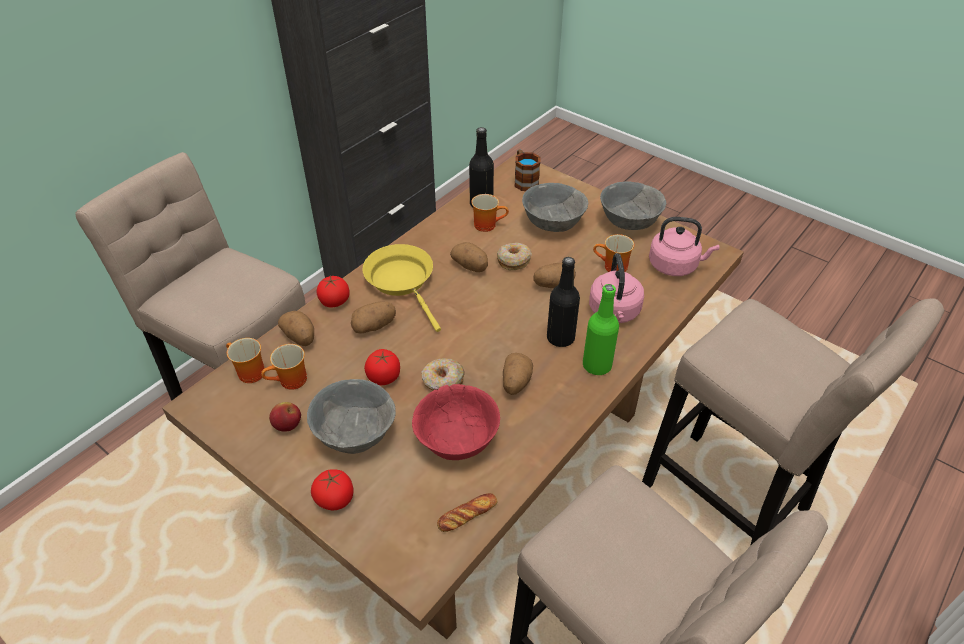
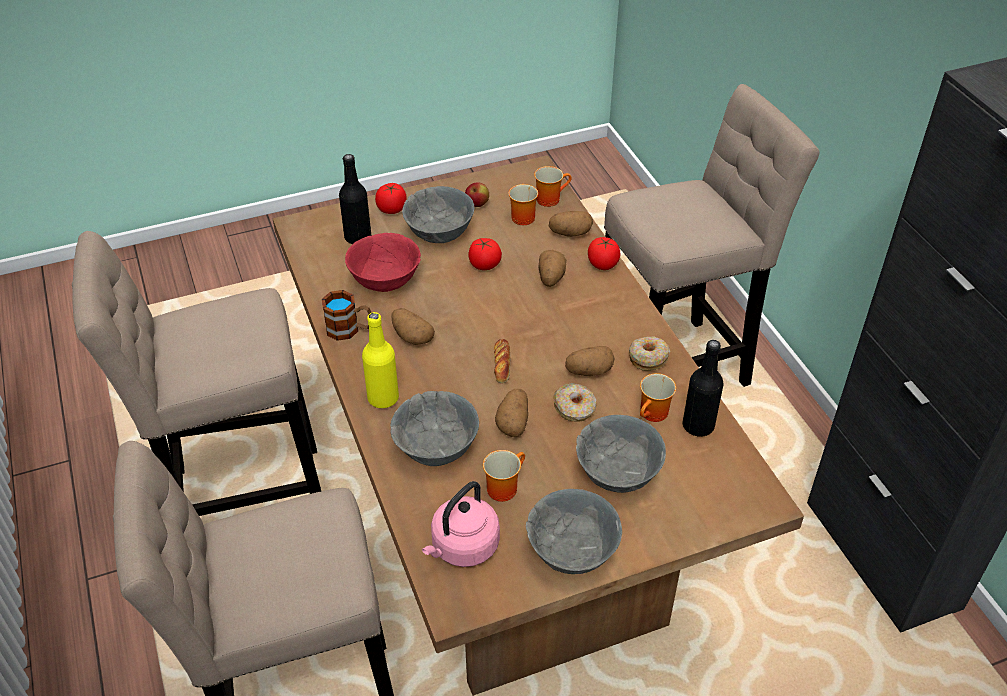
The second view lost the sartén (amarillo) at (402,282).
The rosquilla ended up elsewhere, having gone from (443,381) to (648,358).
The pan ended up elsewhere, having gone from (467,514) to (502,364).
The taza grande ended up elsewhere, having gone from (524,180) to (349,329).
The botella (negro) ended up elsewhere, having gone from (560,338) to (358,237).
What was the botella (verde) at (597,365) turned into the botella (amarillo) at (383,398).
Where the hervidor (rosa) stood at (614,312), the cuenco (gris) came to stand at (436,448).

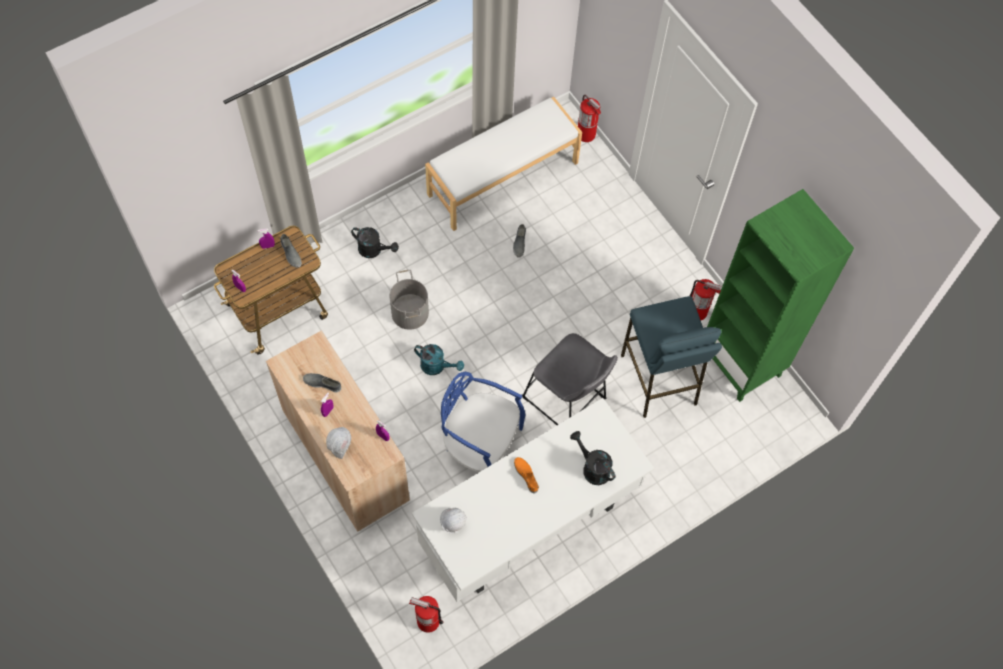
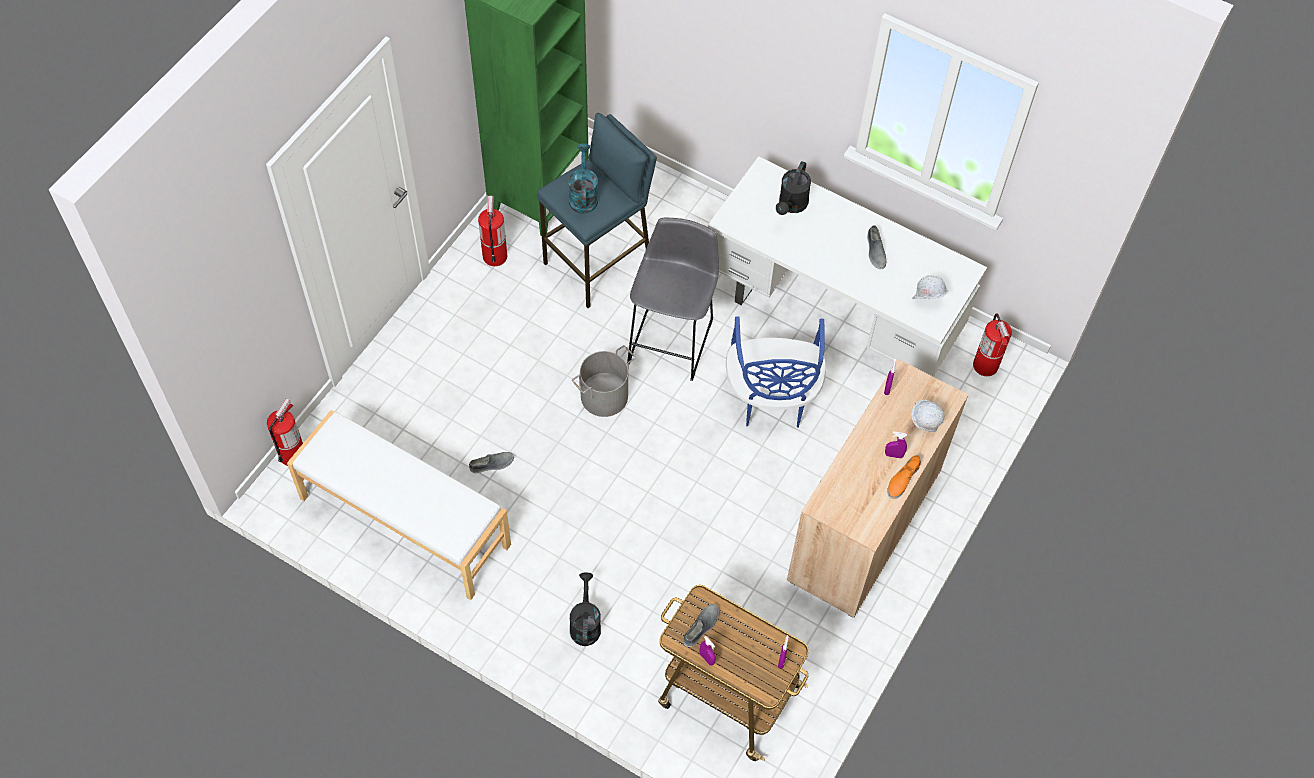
The zapato (gris) ended up elsewhere, having gone from (322,383) to (875,251).
The cubo (gris) ended up elsewhere, having gone from (410,312) to (603,395).
The regadera (turquesa) ended up elsewhere, having gone from (437,366) to (583,195).
The zapato (naranja) ended up elsewhere, having gone from (526,475) to (902,479).

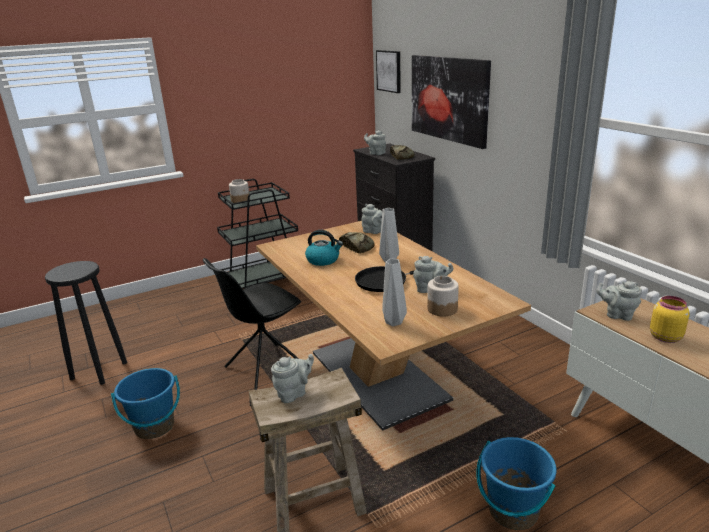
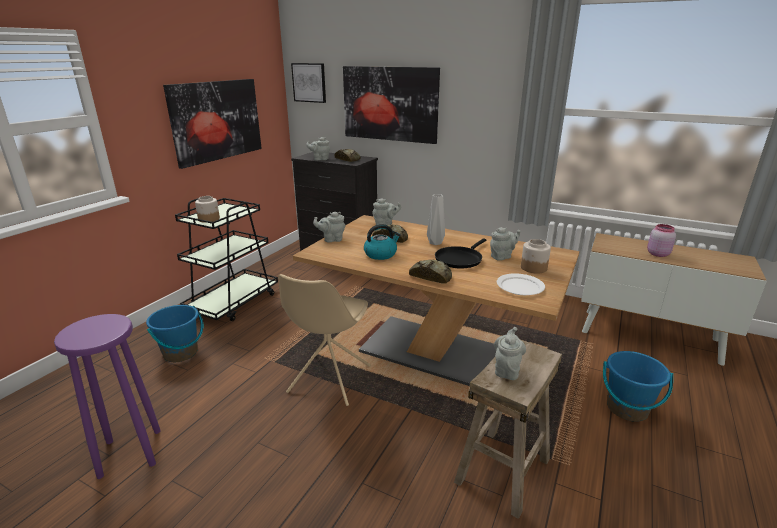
What was the taburete (negro) at (99,370) turned into the taburete (morado) at (130,452).
The cubo (azul) ended up elsewhere, having gone from (154,426) to (181,353).
What was the silla (negro) at (264,369) turned into the silla (beis) at (329,380).
Where the florero (gris) stood at (394,323), the plato (blanco) came to stand at (520,286).
The tetera (gris) ended up elsewhere, having gone from (617,315) to (331,239).
What was the tarro (amarillo) at (664,337) turned into the tarro (rosa) at (657,254).
The second view gained the cuadro at (216,120).
The second view gained the pan at (431,276).

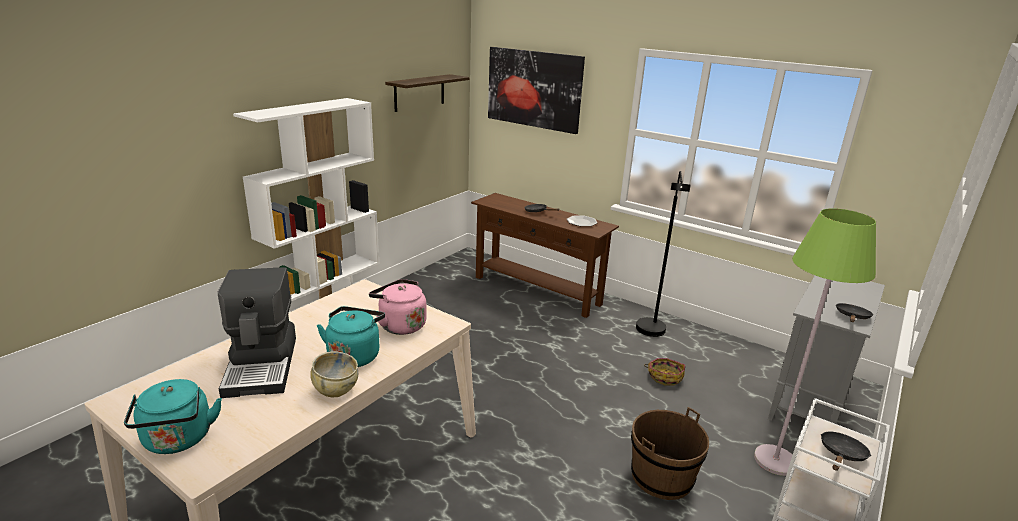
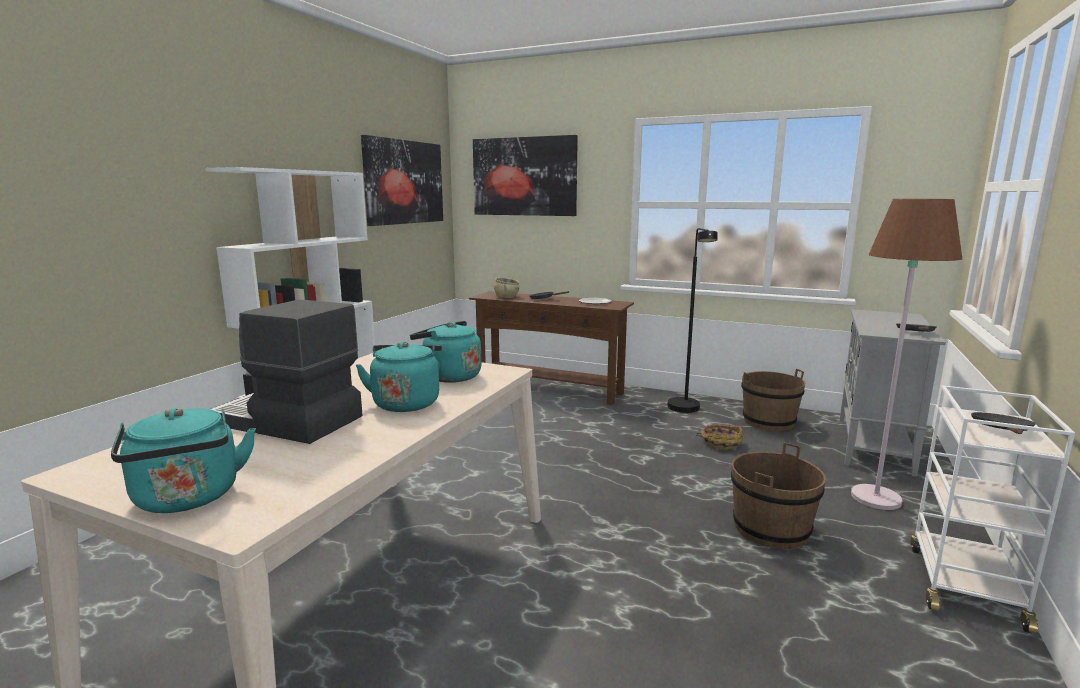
The cafetera at (263,365) ended up facing another way, 135 degrees clockwise from before.
The cuenco (beis) ended up elsewhere, having gone from (335,389) to (506,297).
What was the hervidor (rosa) at (400,325) turned into the hervidor (turquesa) at (448,376).
Where the estante hung at (419,92), the cuadro came to hang at (404,182).
What was the lámpara de pie (verde) at (775,461) turned into the lámpara de pie (marrón) at (876,498).
The second view gained the cubo (marrón) at (768,422).

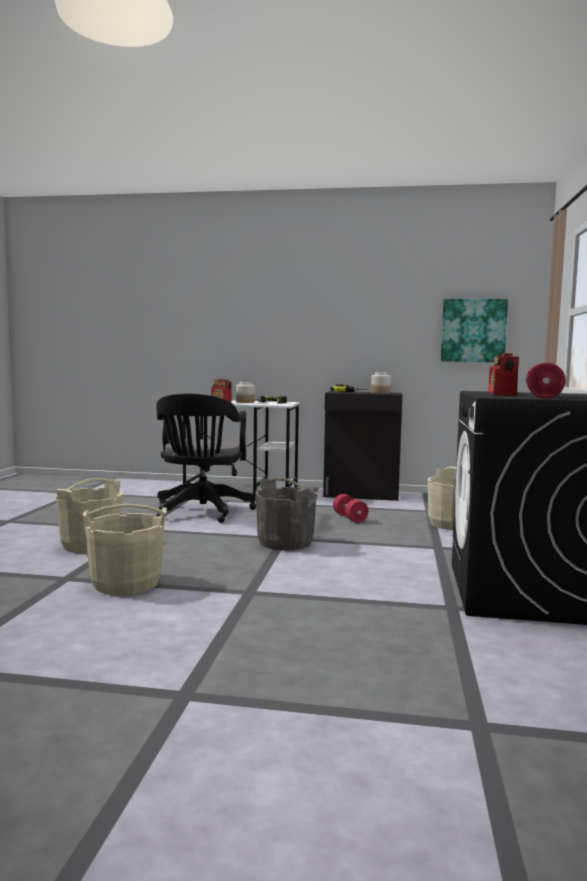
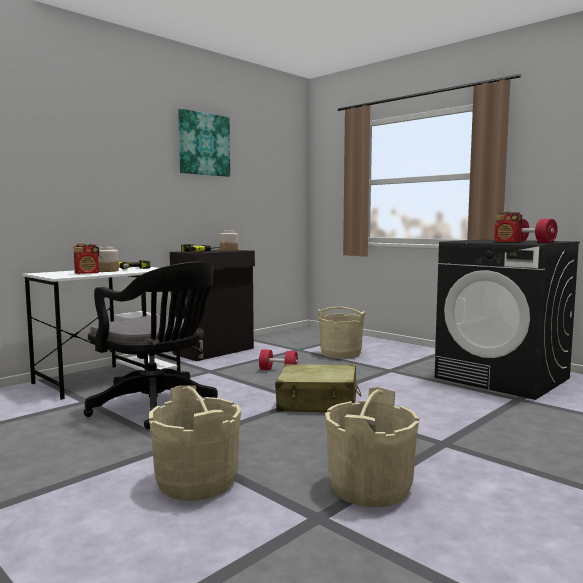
Where the cubo (gris) stood at (285,542), the maleta (beis) came to stand at (318,402).
The cuadro ended up elsewhere, having gone from (473,330) to (204,144).

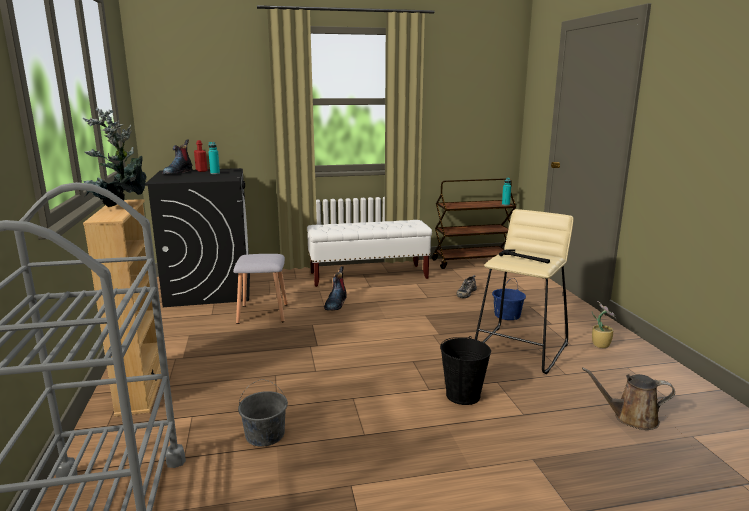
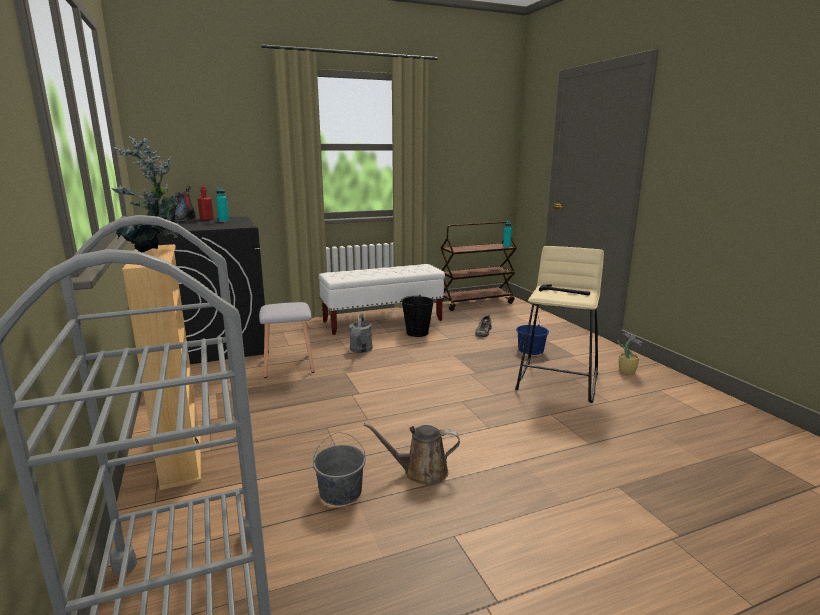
Where the bota stood at (335,303), the regadera (gris) came to stand at (360,350).
The cubo (negro) ended up elsewhere, having gone from (463,395) to (417,333).
The regadera (marrón) ended up elsewhere, having gone from (631,418) to (421,472).

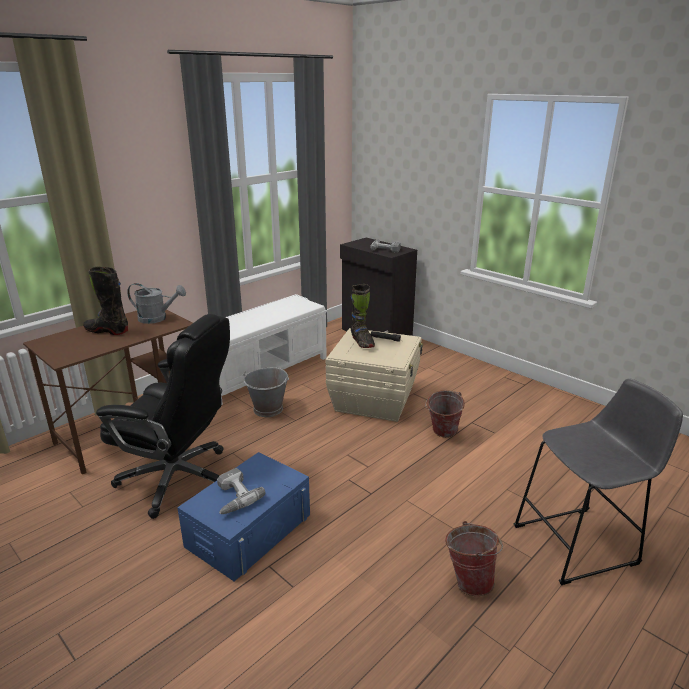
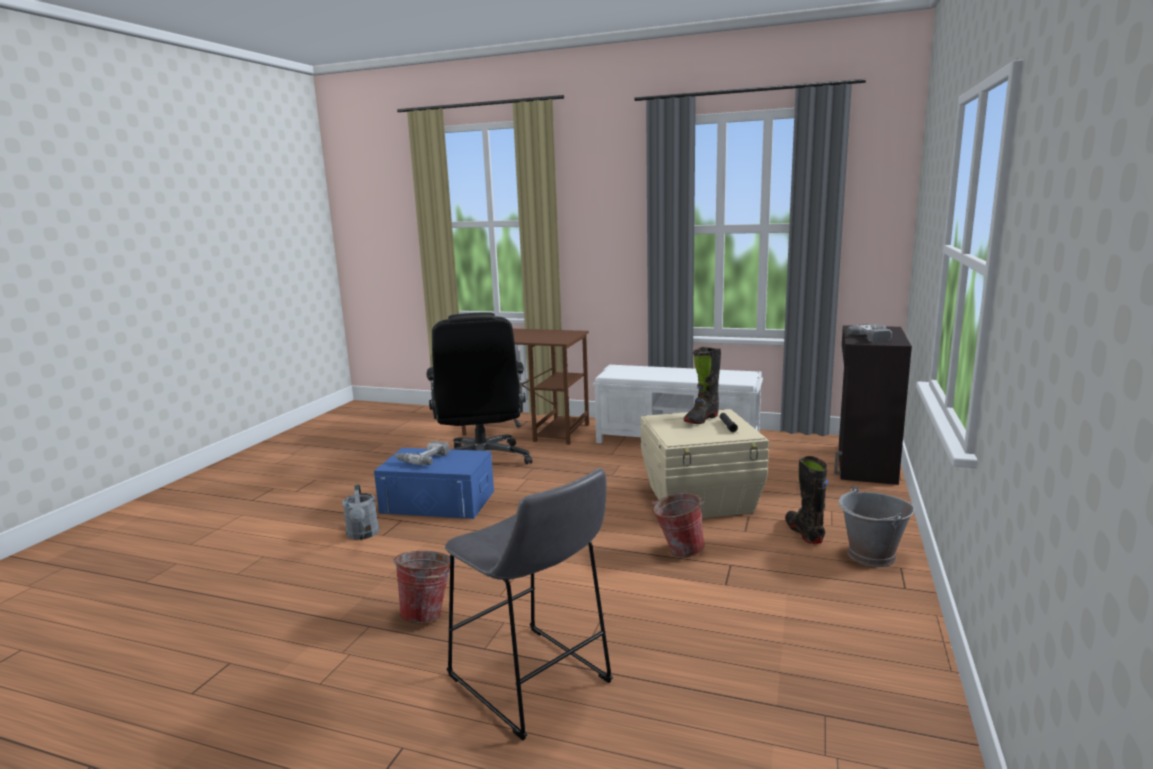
The bota (negro) ended up elsewhere, having gone from (107,331) to (804,532).
The regadera (gris) ended up elsewhere, having gone from (157,318) to (363,535).
The cubo (gris) ended up elsewhere, having gone from (268,409) to (871,556).

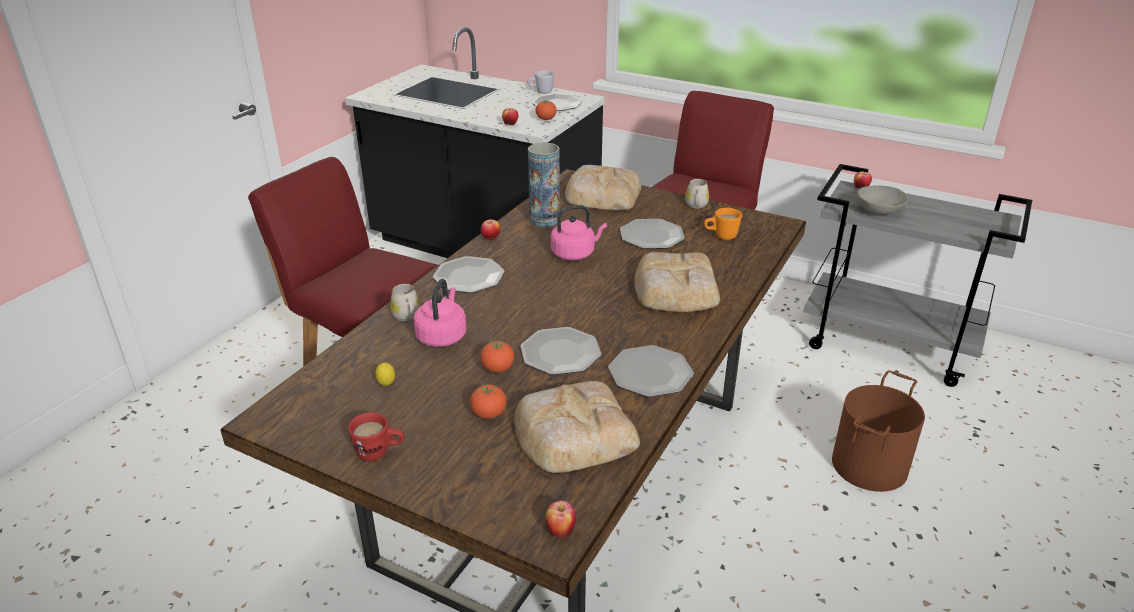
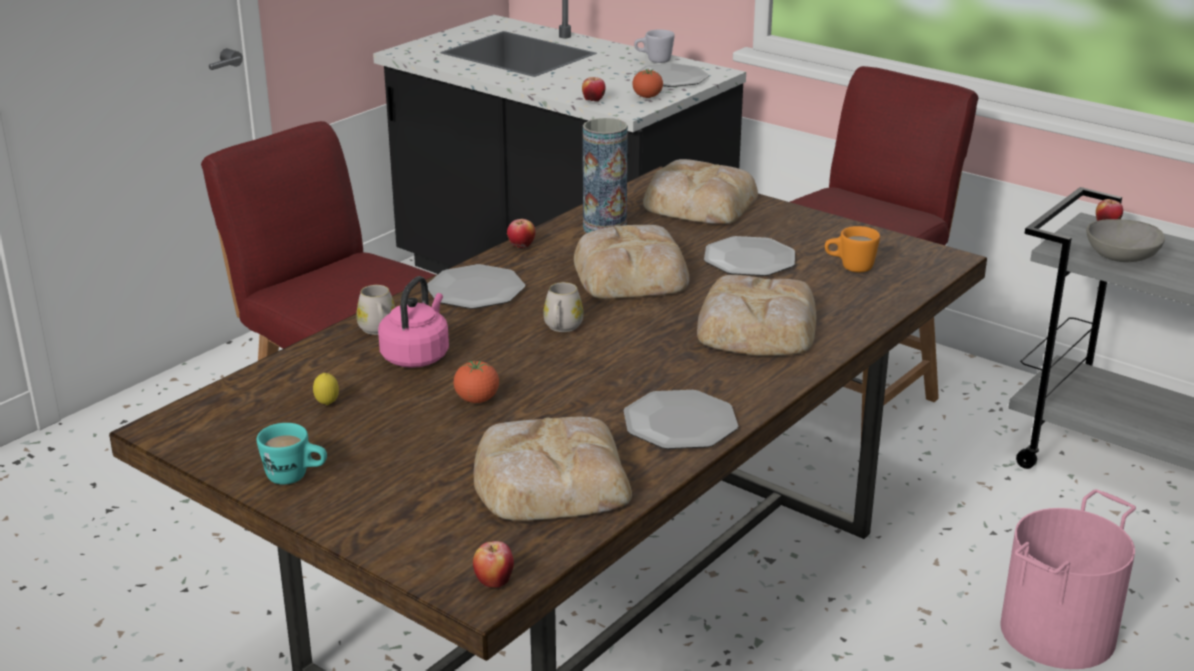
What was the taza grande (rojo) at (380,453) turned into the taza grande (turquesa) at (296,477).
The second view lost the tomate at (489,414).
The second view lost the plato at (560,353).
Where the hervidor (rosa) stood at (575,253), the pan came to stand at (631,273).
The taza grande (blanco) ended up elsewhere, having gone from (696,206) to (562,327).
What was the cubo (marrón) at (870,465) turned into the cubo (rosa) at (1059,633).

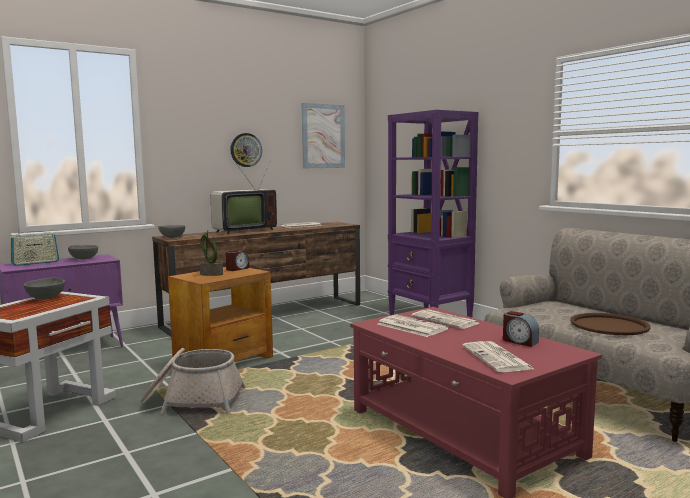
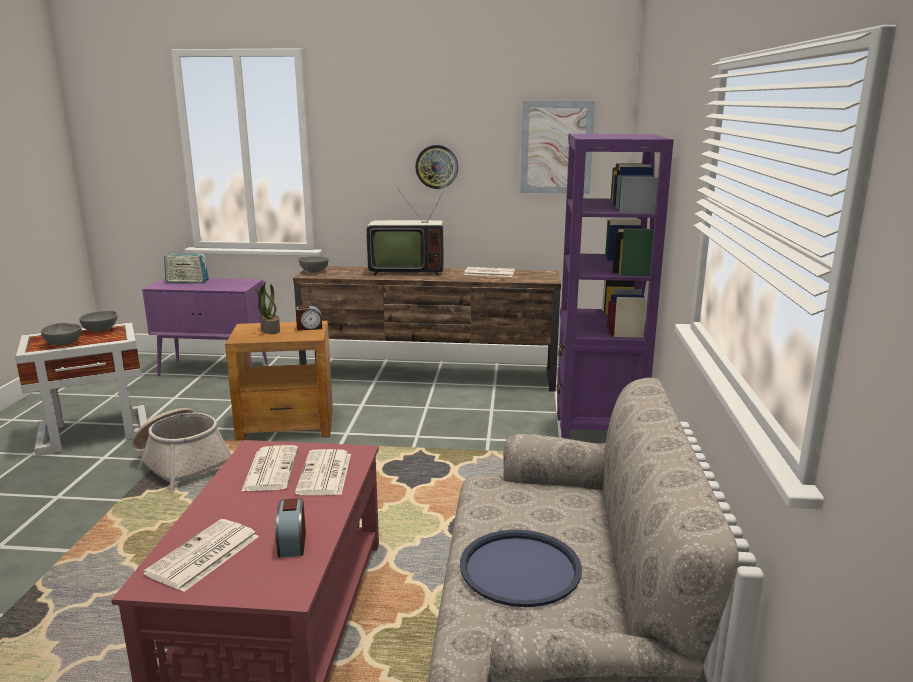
The cuenco (gris) ended up elsewhere, having gone from (83,259) to (64,344).
What was the bandeja (marrón) at (609,325) turned into the bandeja (azul) at (520,568).

